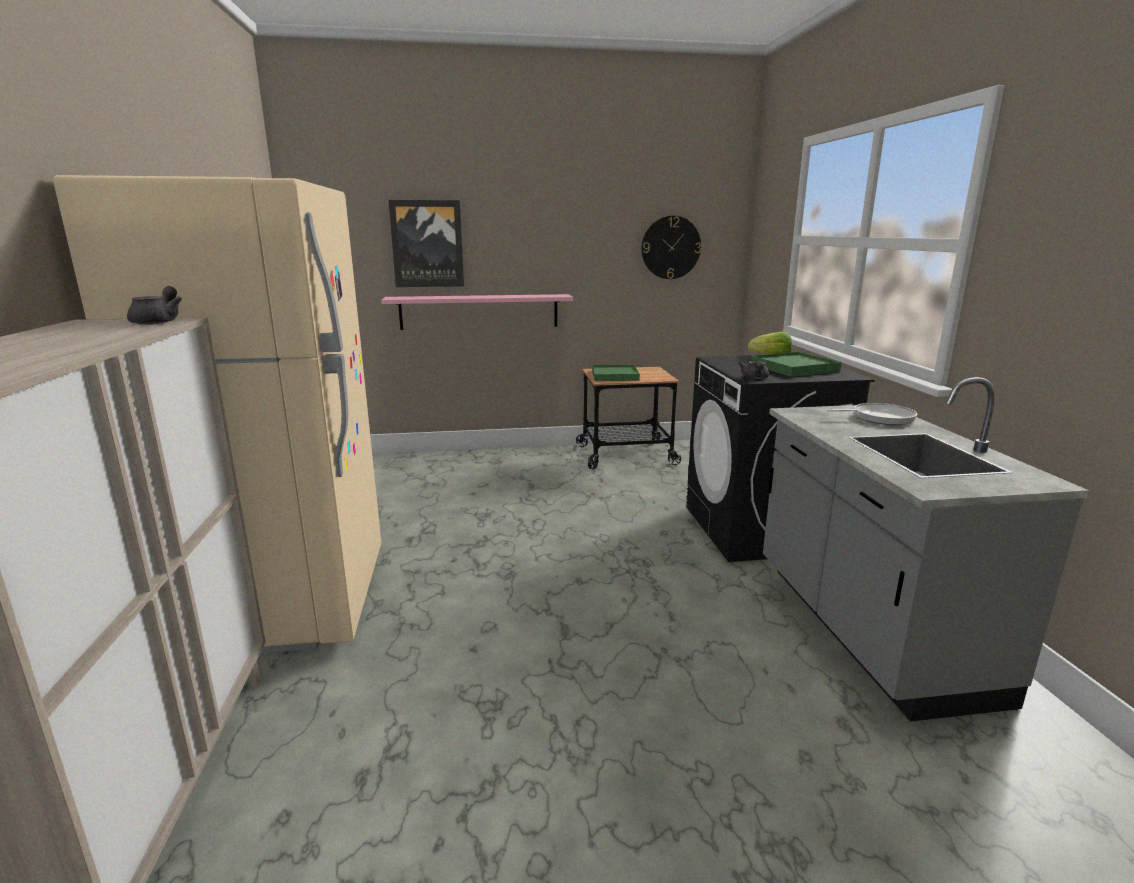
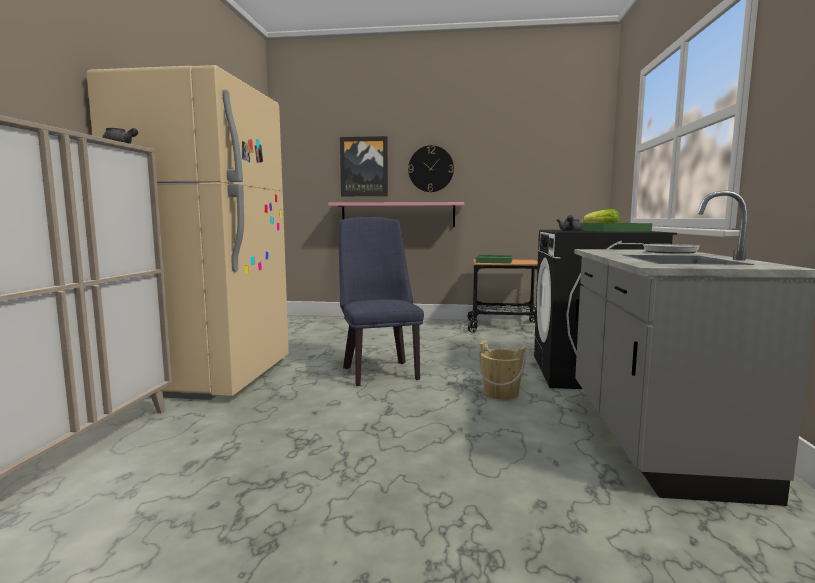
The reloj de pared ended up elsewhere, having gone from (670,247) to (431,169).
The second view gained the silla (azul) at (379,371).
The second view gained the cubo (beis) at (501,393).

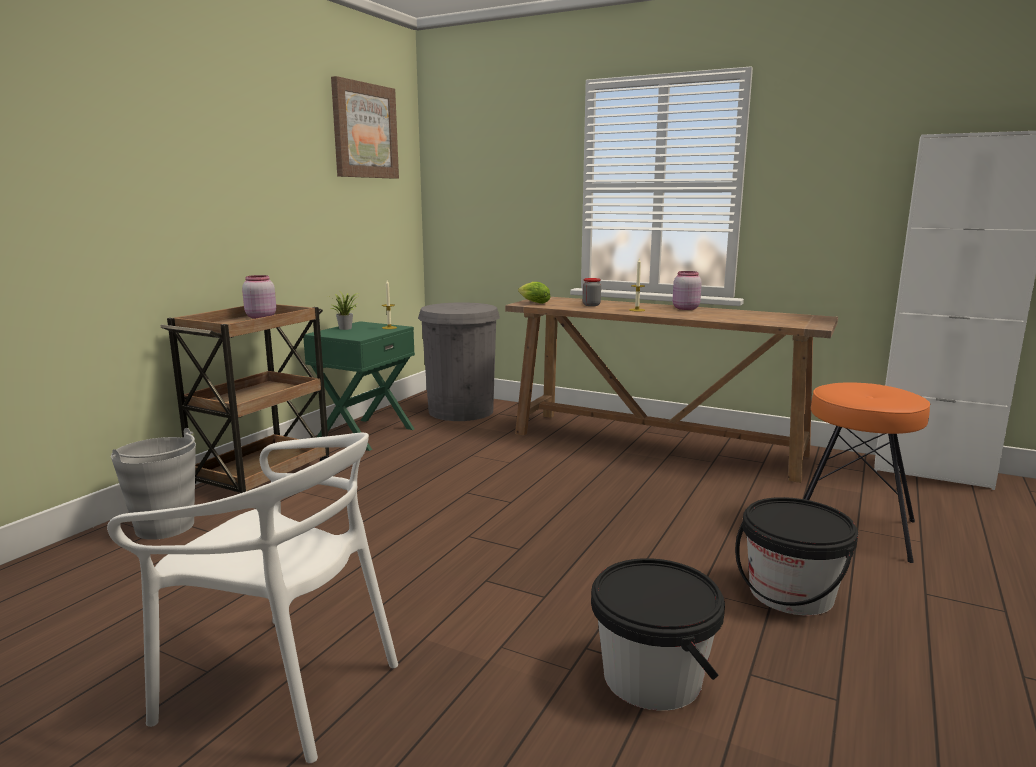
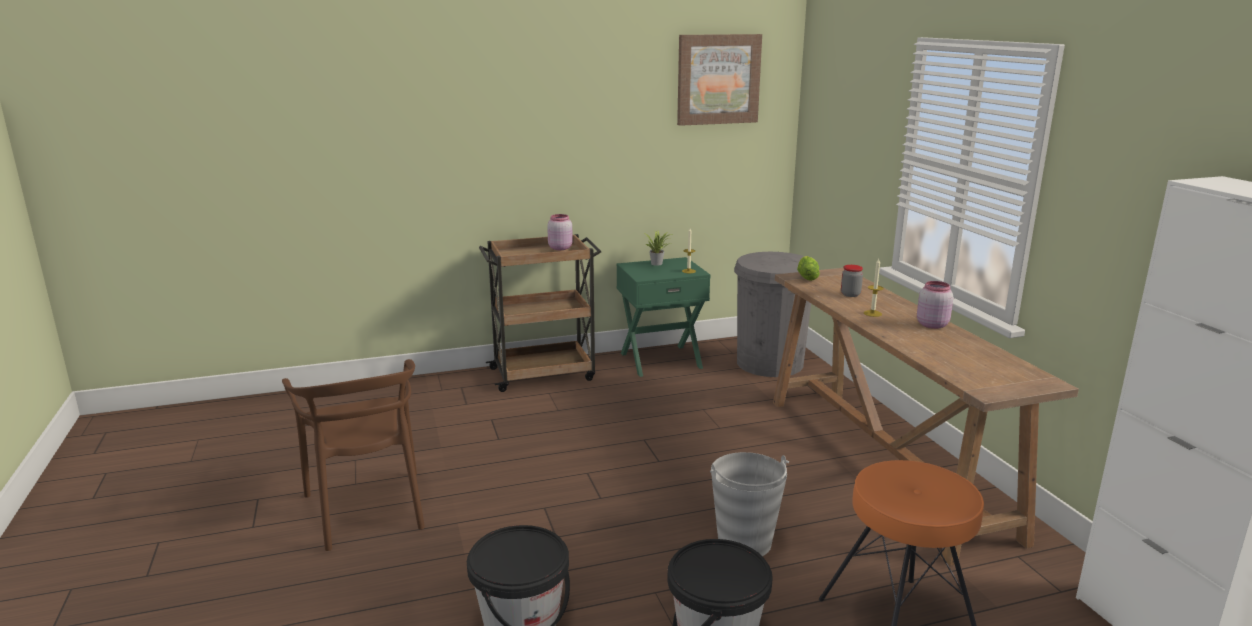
What was the silla (blanco) at (282,687) turned into the silla (marrón) at (368,509).
The cubo (gris) ended up elsewhere, having gone from (165,527) to (744,543).

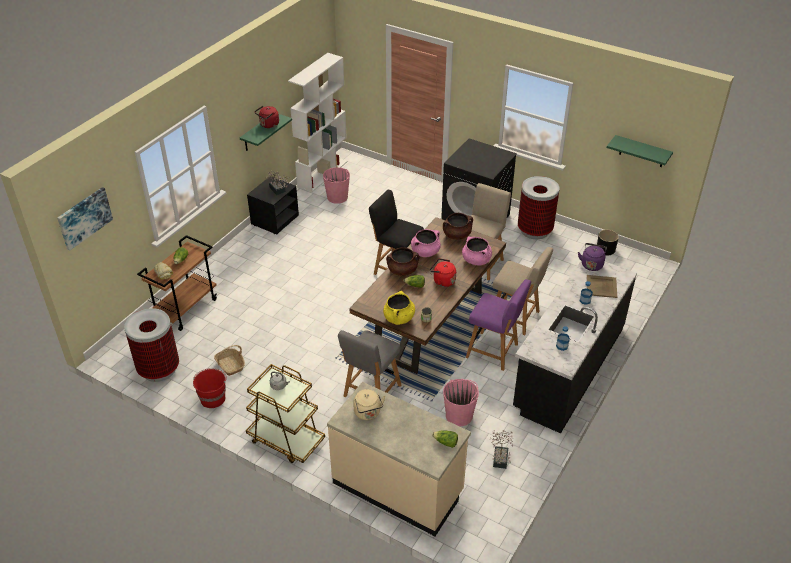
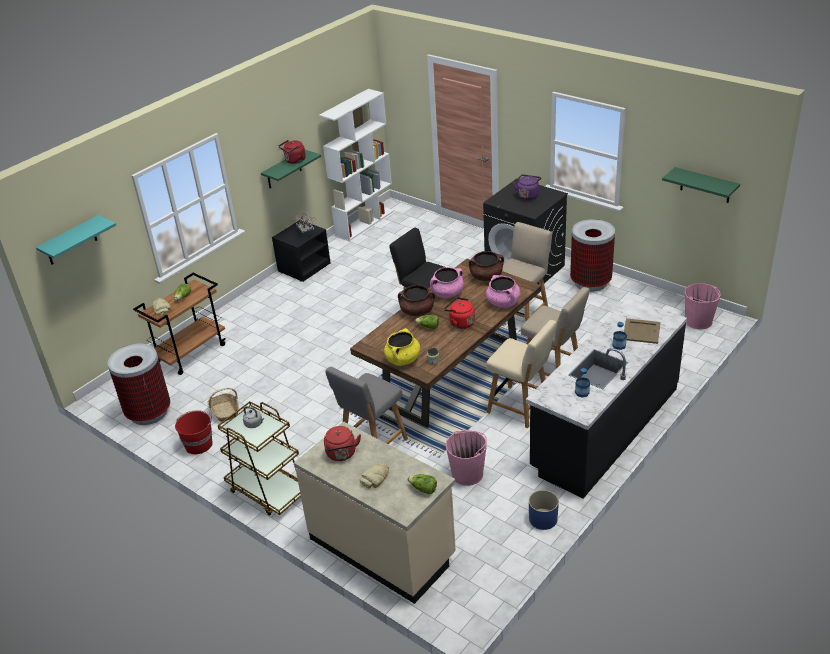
Where the cuadro hung at (84,217), the estante (turquesa) came to hang at (71,241).
The cubo (rosa) ended up elsewhere, having gone from (337,197) to (698,321).
What was the hervidor (beis) at (368,413) turned into the hervidor (rojo) at (342,454).
What was the silla (morado) at (494,352) turned into the silla (beis) at (521,408).
The second view lost the planta en maceta at (501,457).
The hervidor (morado) ended up elsewhere, having gone from (591,264) to (528,195).
The second view lost the maceta (negro) at (605,249).
The second view gained the pan at (375,478).
The second view gained the maceta (azul) at (543,519).

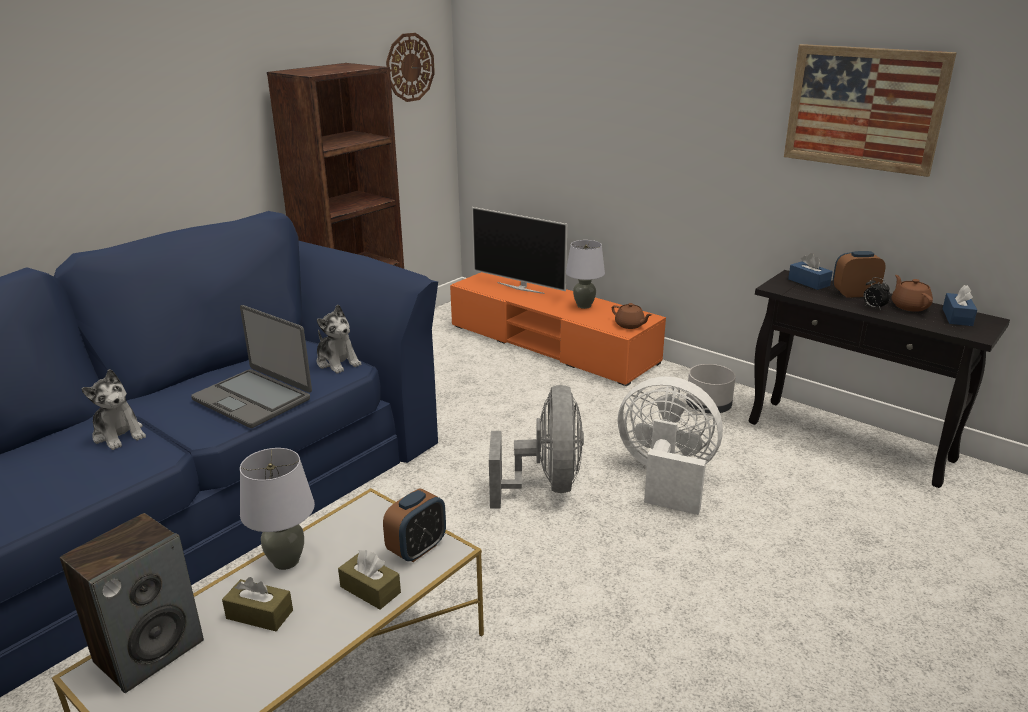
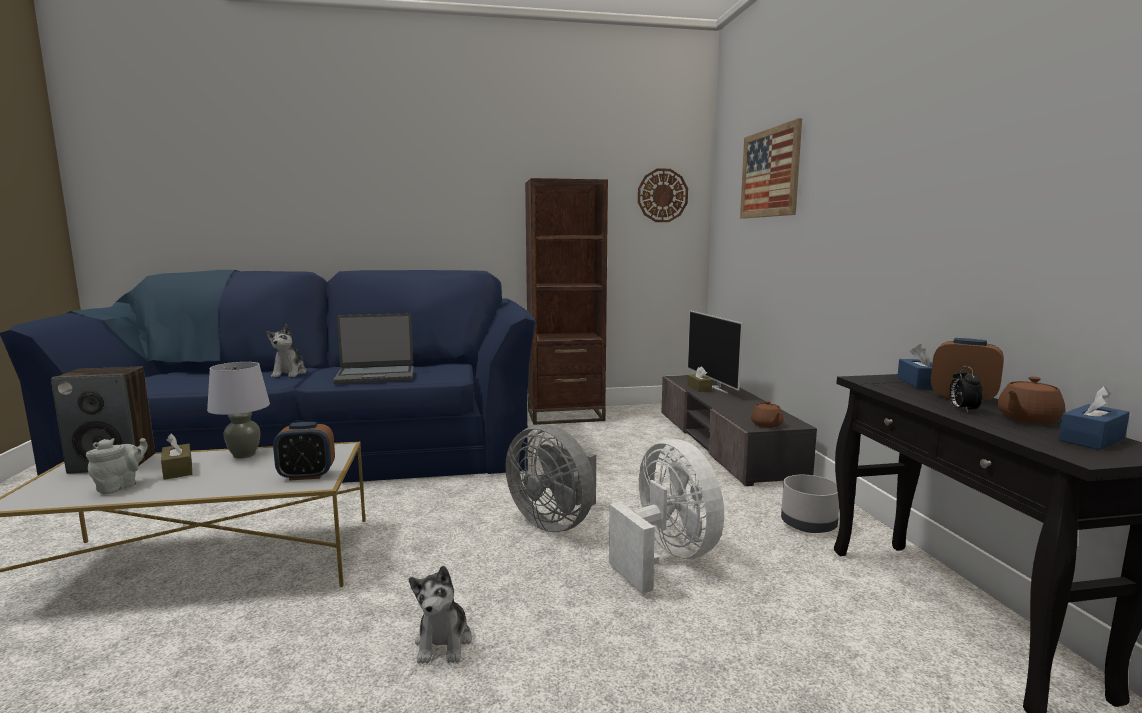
The portátil at (253,398) ended up facing another way, 90 degrees counterclockwise from before.
The peluche ended up elsewhere, having gone from (338,362) to (443,642).
The caja de pañuelos (marrón) ended up elsewhere, having gone from (370,589) to (699,388).
What was the mueble de televisión (naranja) at (551,344) turned into the mueble de televisión (gris) at (725,443).
The ventilador (gris) at (545,485) ended up facing another way, 90 degrees clockwise from before.
The second view lost the lámpara de mesa (gris) at (584,306).
The cuadro ended up elsewhere, having gone from (863,108) to (769,173).
The tetera (marrón) at (909,306) ended up facing another way, 150 degrees counterclockwise from before.
The second view gained the tetera (gris) at (120,487).

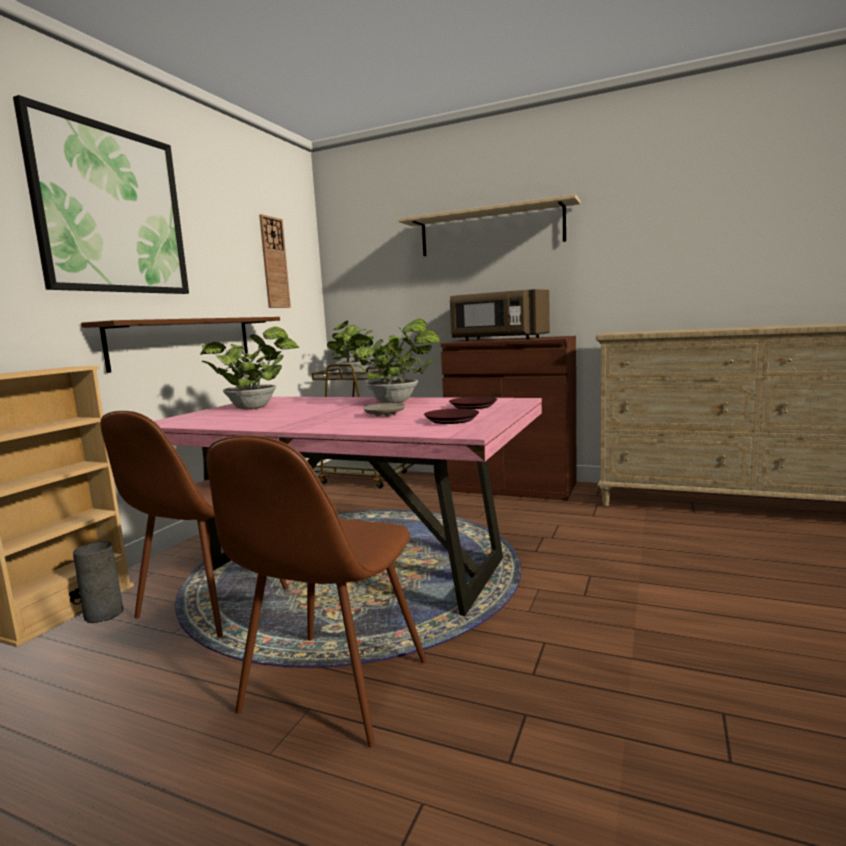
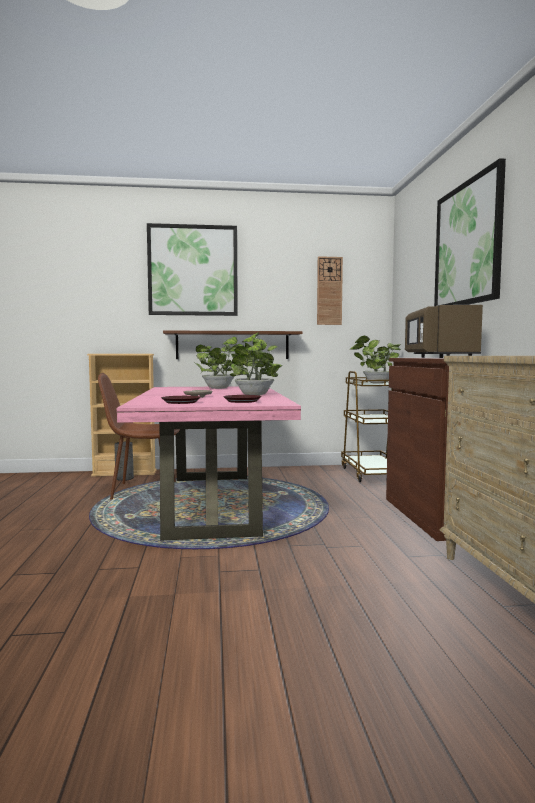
The second view lost the silla (marrón) at (333,689).
Where the estante (beis) hung at (490,230), the cuadro came to hang at (468,244).

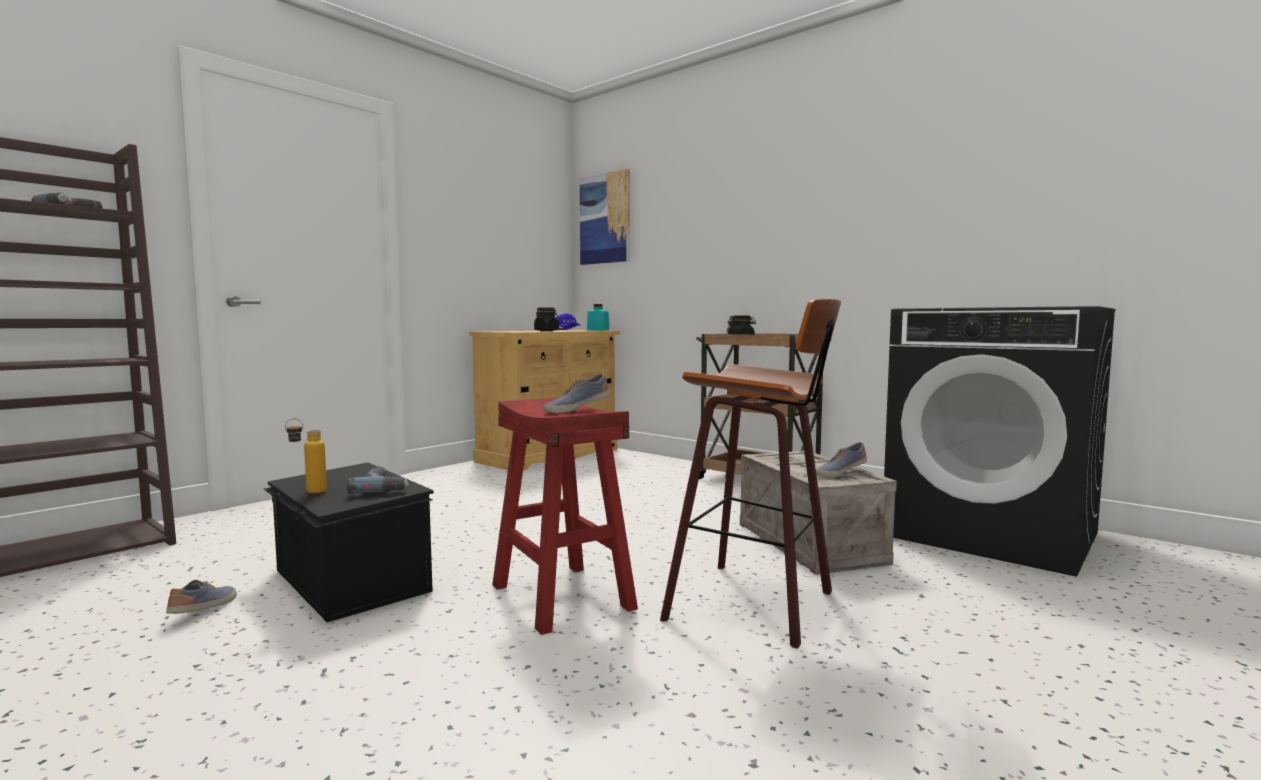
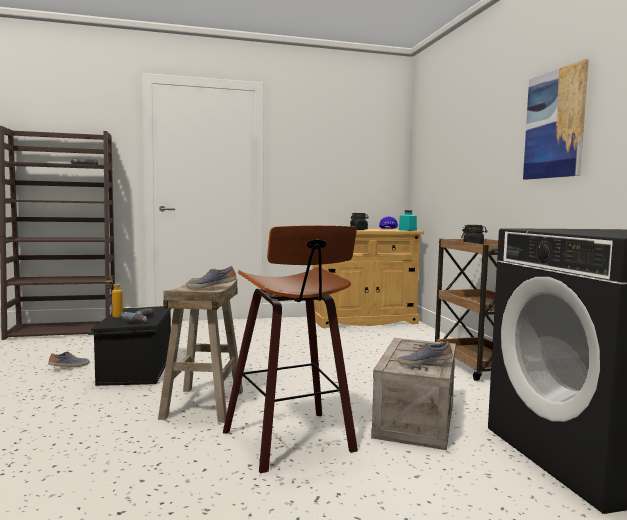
What was the taburete (rojo) at (563,596) turned into the taburete (beis) at (204,404).
The cuadro ended up elsewhere, having gone from (605,218) to (554,124).

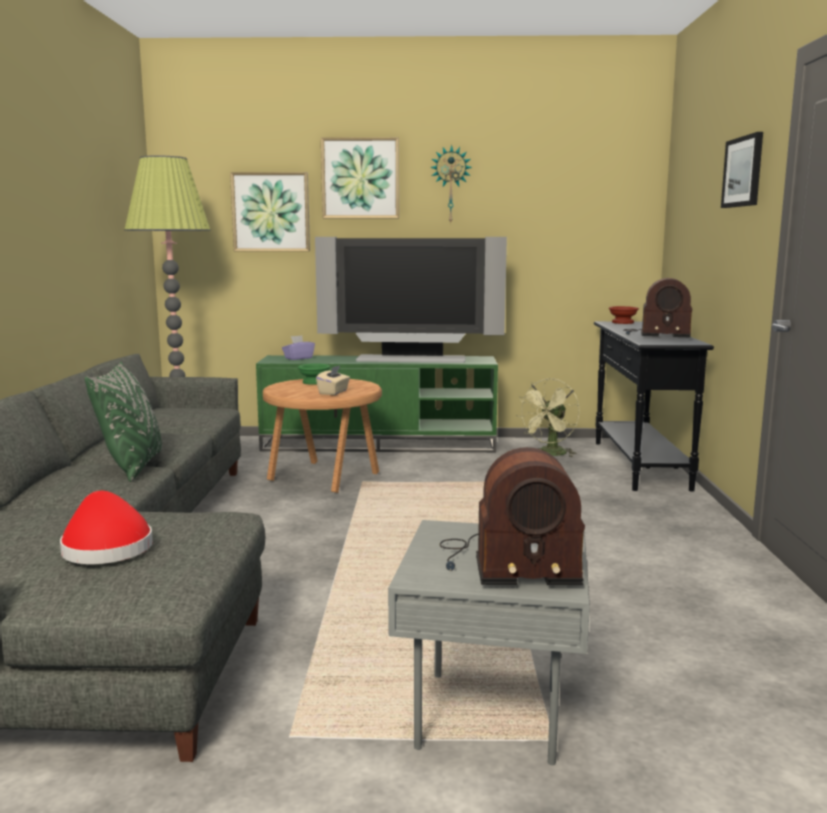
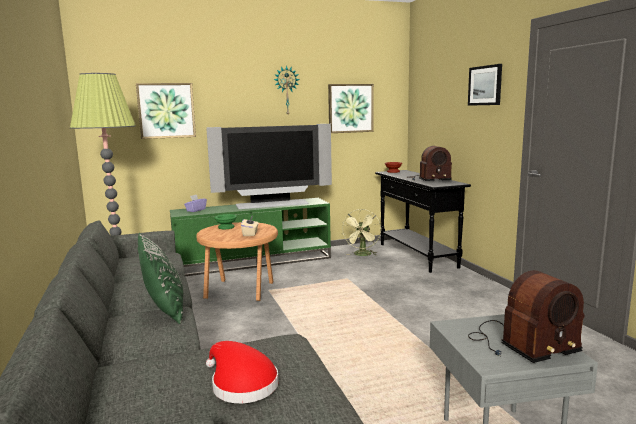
The cuadro ended up elsewhere, having gone from (360,178) to (350,108).

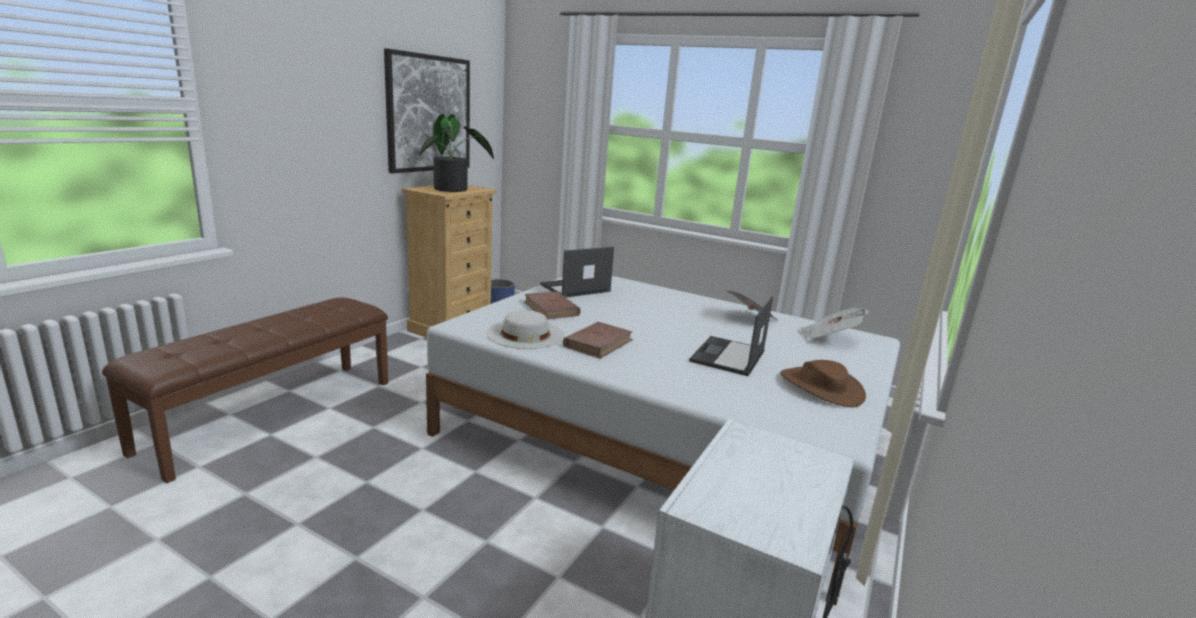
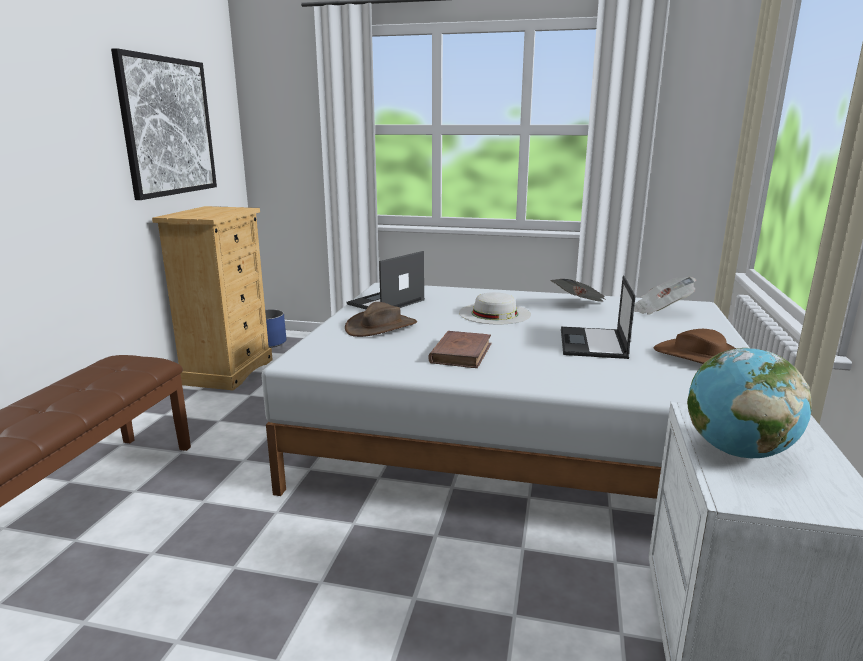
The second view lost the planta en maceta at (454,190).
The sombrero (blanco) ended up elsewhere, having gone from (525,334) to (494,313).
Where the libro (marrón) stood at (551,309), the sombrero (marrón) came to stand at (381,327).
The second view gained the globo terráqueo at (737,451).

